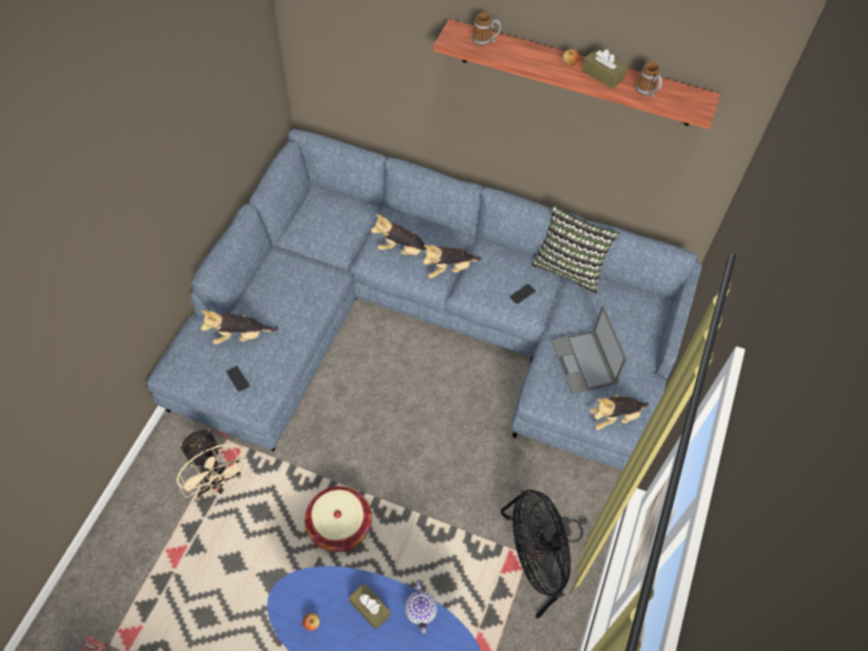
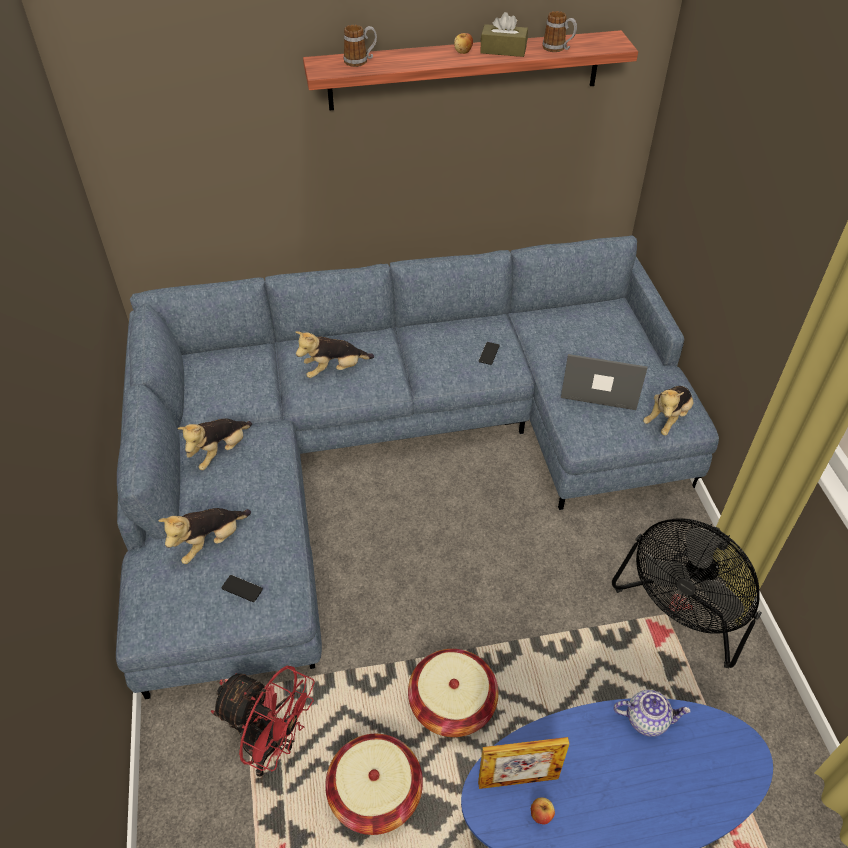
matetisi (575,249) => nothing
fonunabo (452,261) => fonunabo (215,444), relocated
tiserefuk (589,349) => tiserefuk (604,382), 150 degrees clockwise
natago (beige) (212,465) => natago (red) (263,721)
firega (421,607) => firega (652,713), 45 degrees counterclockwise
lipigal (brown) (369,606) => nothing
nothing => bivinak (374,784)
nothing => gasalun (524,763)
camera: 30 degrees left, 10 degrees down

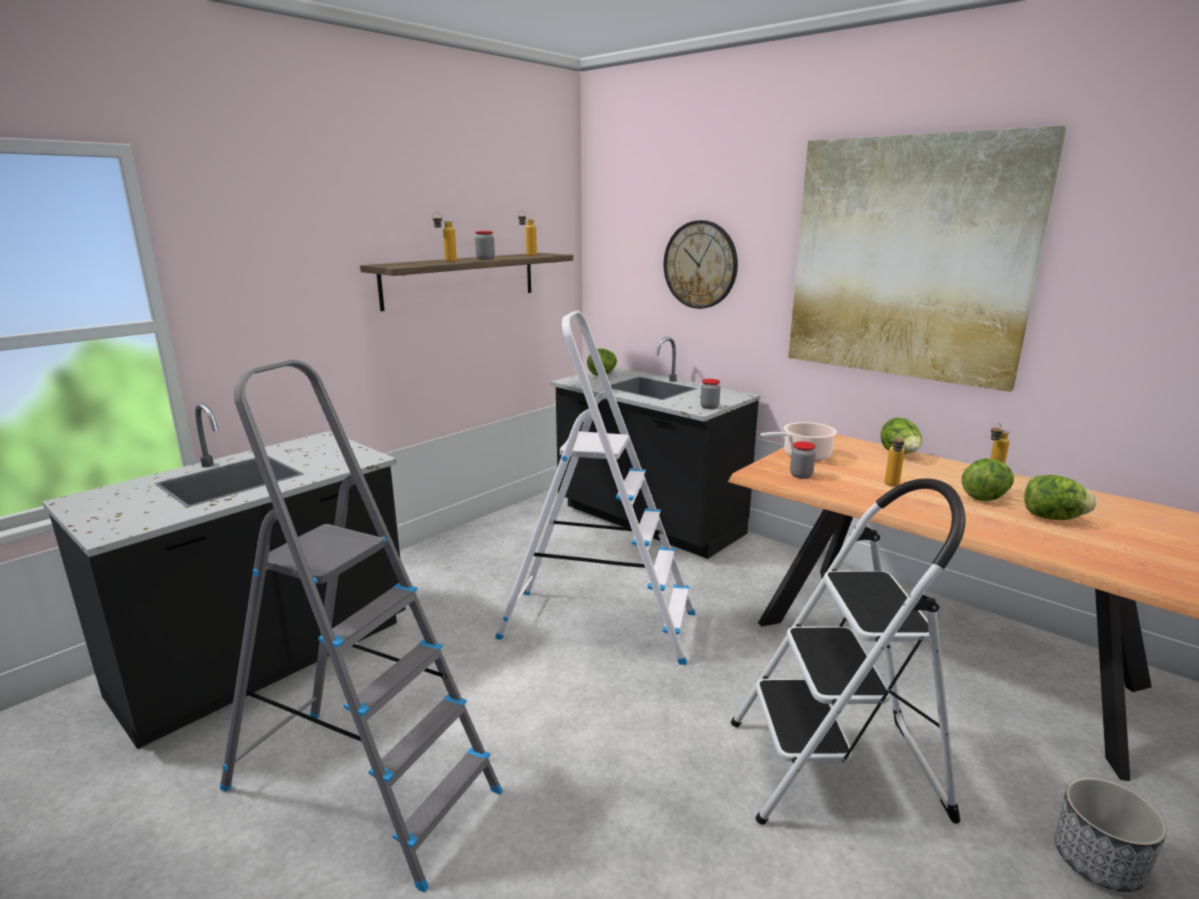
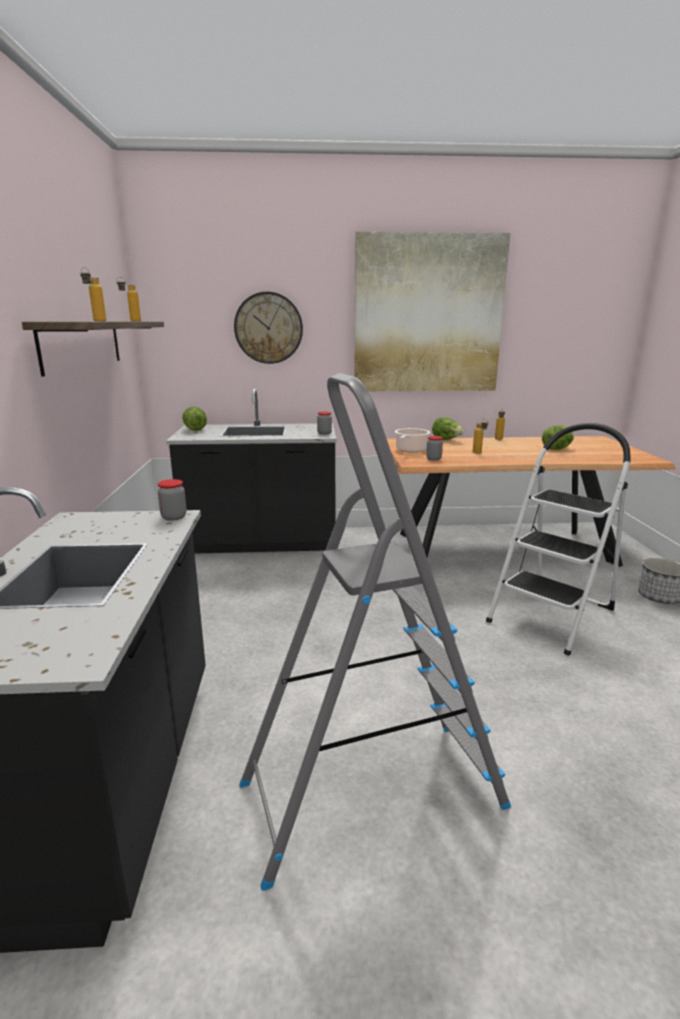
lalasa (485,245) => lalasa (172,500), relocated
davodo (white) (595,488) => nothing
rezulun (988,479) => nothing
camera: 45 degrees left, 0 degrees up

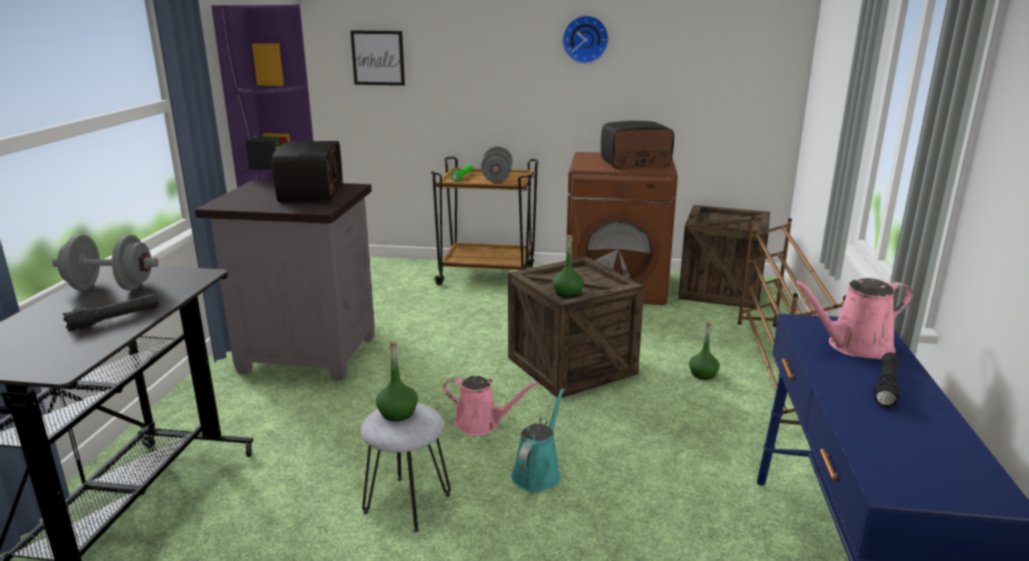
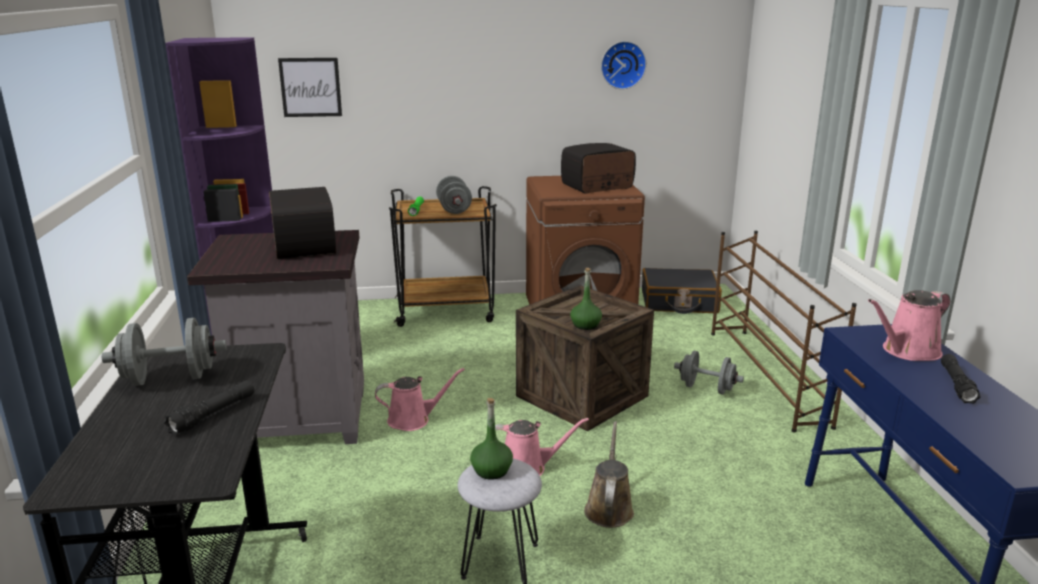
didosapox (585,39) => didosapox (624,65), relocated
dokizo (724,256) => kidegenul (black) (682,291)
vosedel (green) (704,351) => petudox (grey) (709,372)
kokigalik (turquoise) (537,440) => kokigalik (brown) (609,474)
nothing => kokigalik (pink) (420,399)
camera: 15 degrees left, 0 degrees up

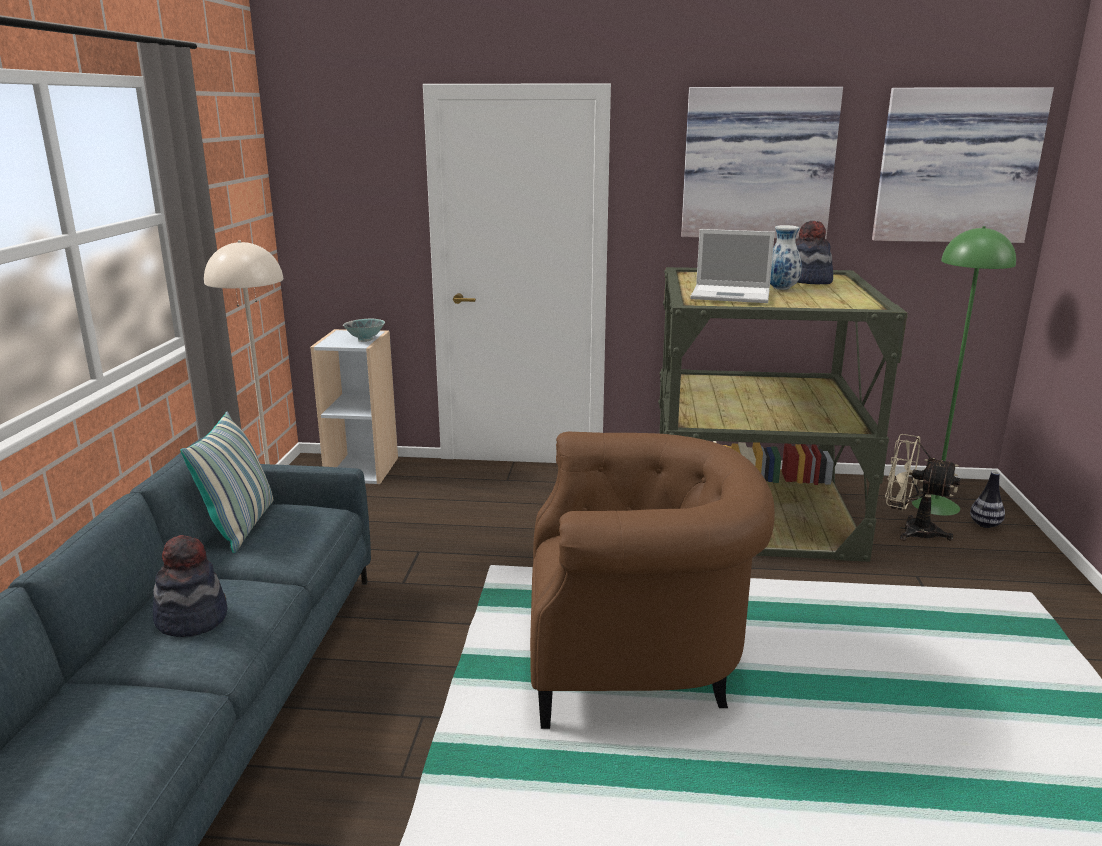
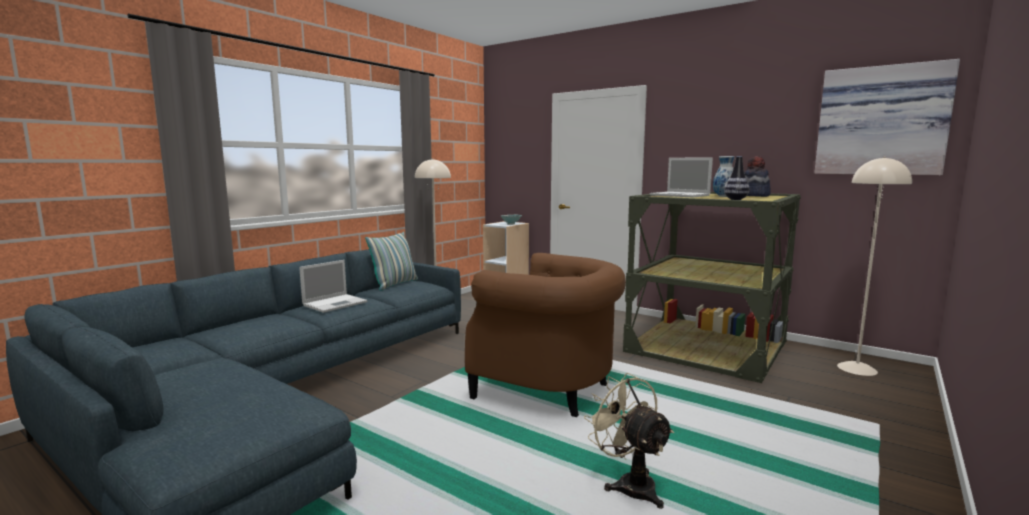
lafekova (762,163) => nothing
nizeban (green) (964,371) => nizeban (beige) (874,266)
natago (beige) (923,487) => natago (beige) (629,441), relocated
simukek (987,499) => simukek (736,178), relocated
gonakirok (190,586) => tiserefuk (333,286)
camera: 30 degrees right, 10 degrees down

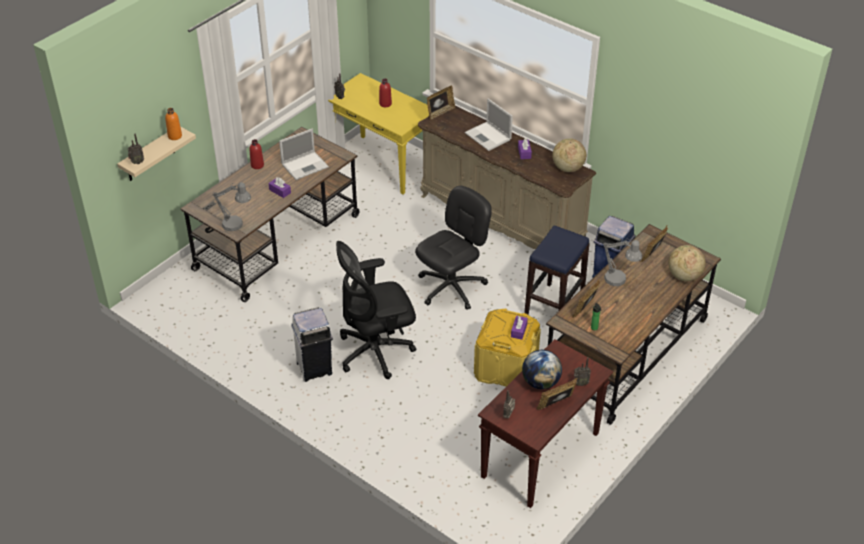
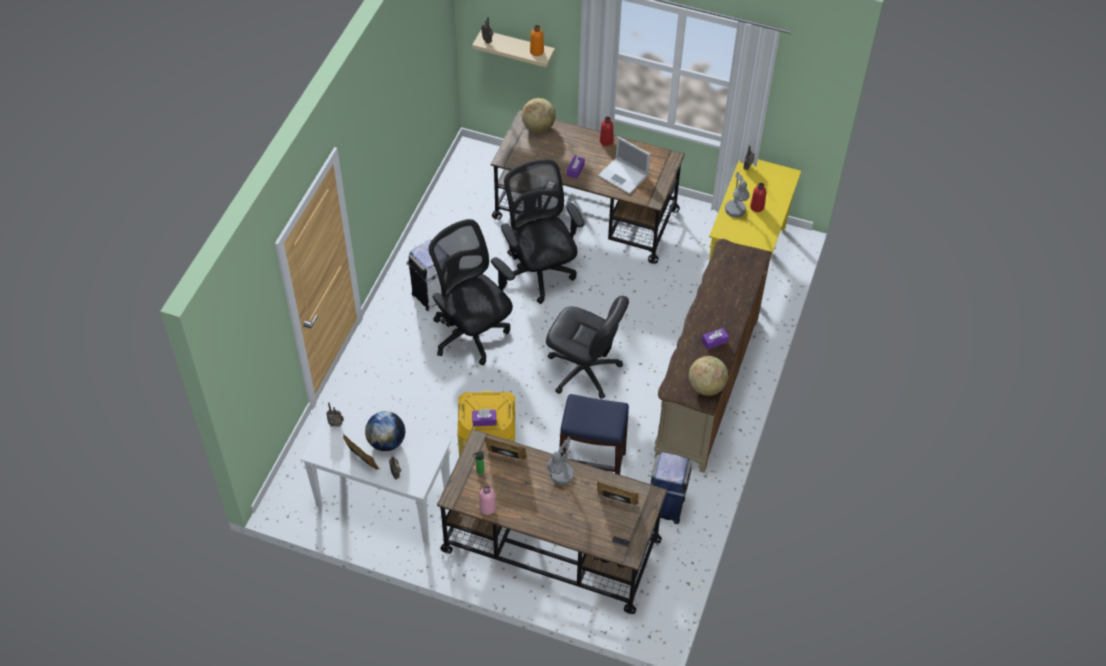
gasalun (441,102) => nothing
tiserefuk (489,125) => nothing
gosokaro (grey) (232,206) => gosokaro (grey) (737,195), relocated
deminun (687,263) => deminun (539,115), relocated
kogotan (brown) (545,423) => kogotan (white) (375,473)
nothing => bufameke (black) (542,231)
nothing => vosedel (pink) (487,500)
camera: 70 degrees right, 10 degrees up

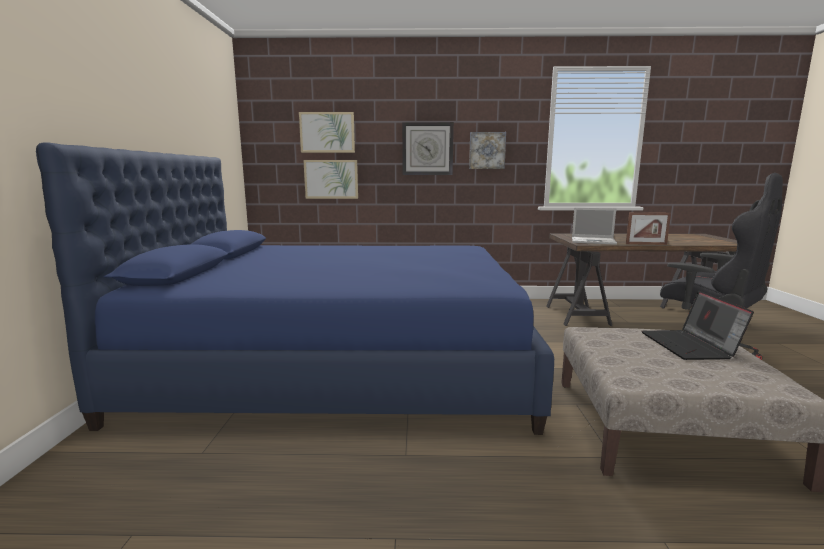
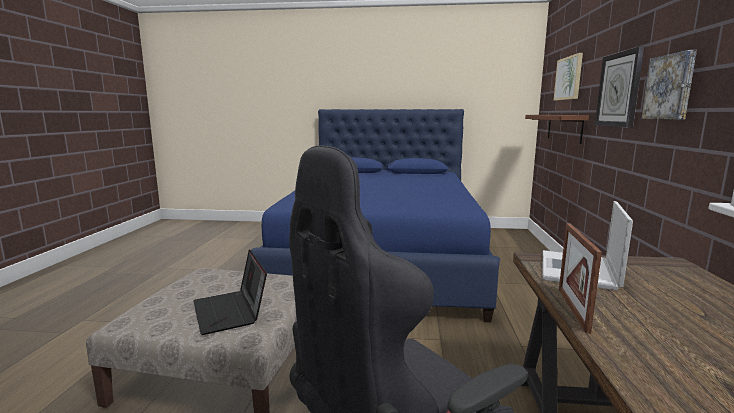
lafekova (330,179) => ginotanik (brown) (557,129)
tiserefuk (697,325) => tiserefuk (230,292), 120 degrees counterclockwise
camera: 95 degrees right, 0 degrees up

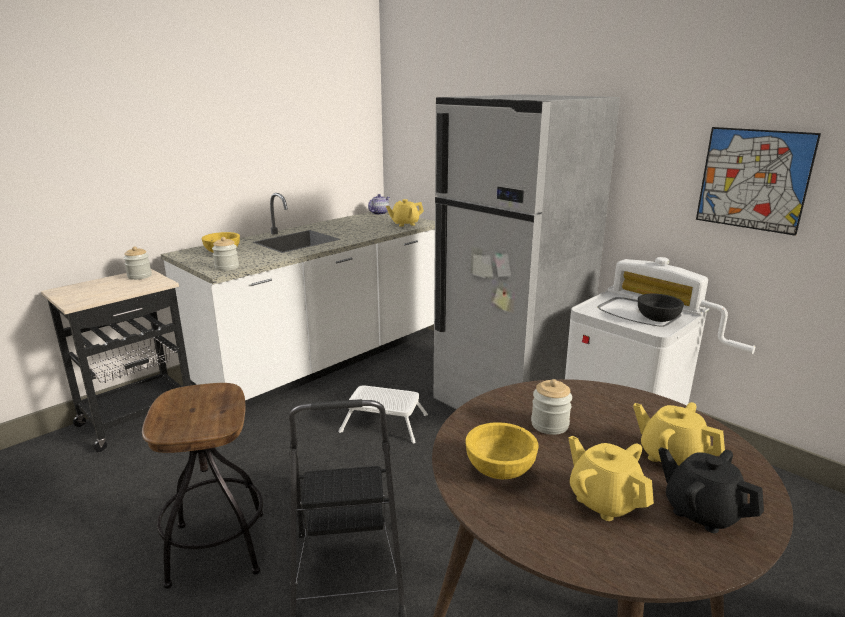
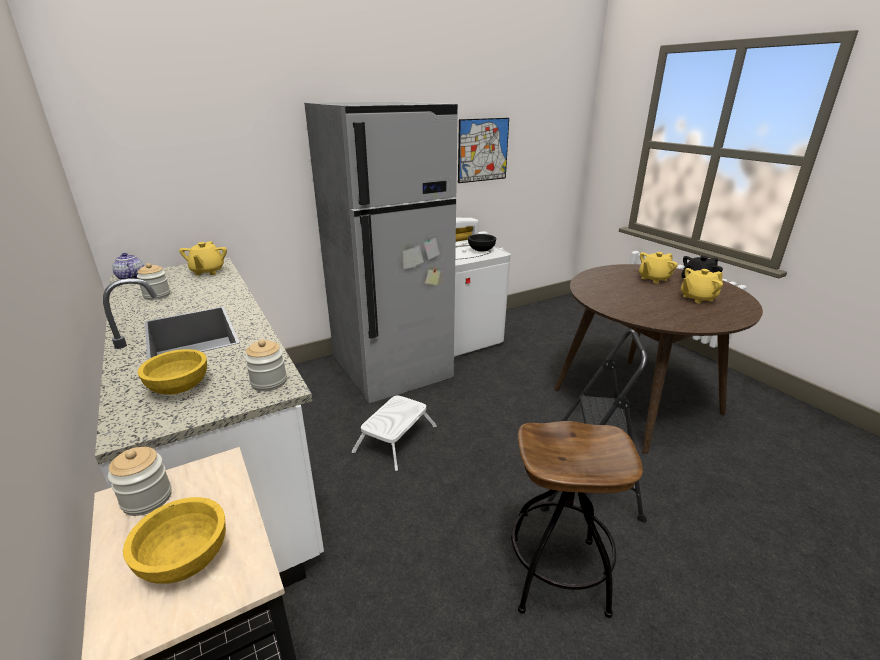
lalasa (551,407) => lalasa (153,281), relocated
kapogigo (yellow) (502,450) => kapogigo (yellow) (174,540), relocated
camera: 75 degrees left, 5 degrees up

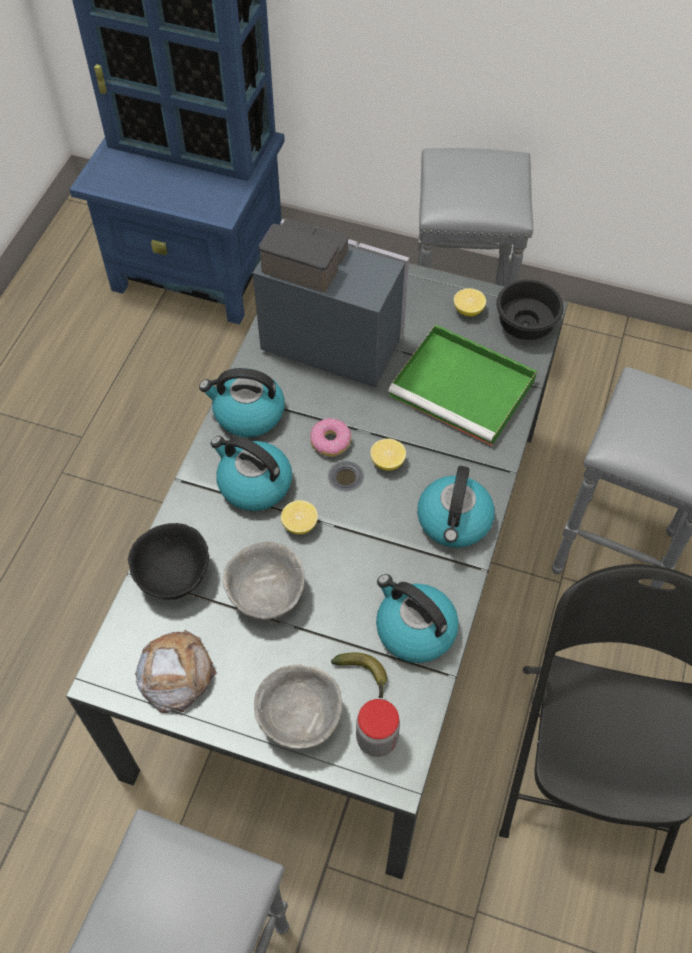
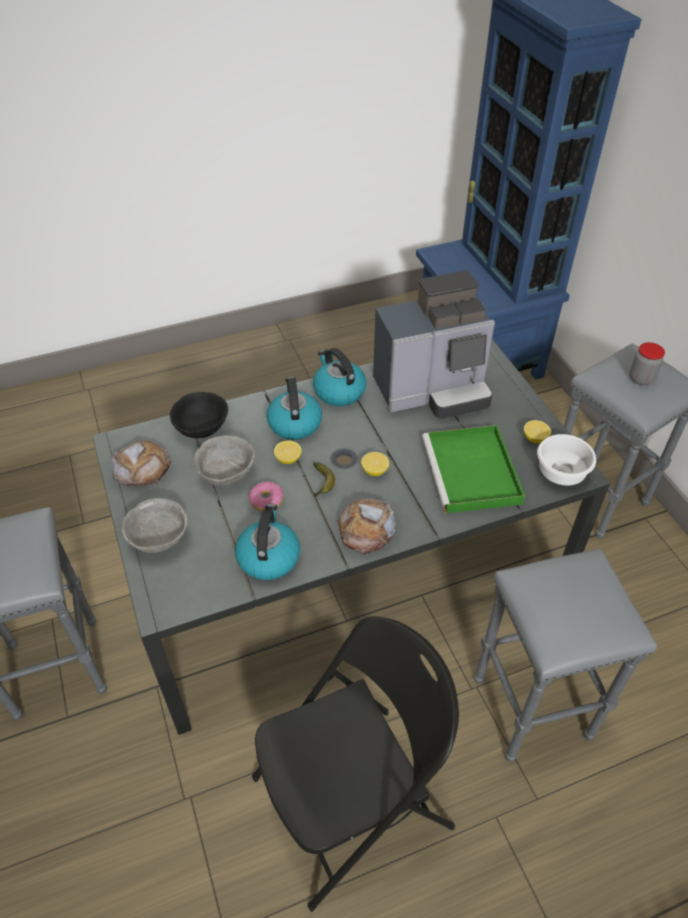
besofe (331,302) => besofe (434,344), 90 degrees clockwise
kapogigo (black) (530,309) => kapogigo (white) (566,459)
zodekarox (330,437) => zodekarox (266,496), relocated
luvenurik (456,507) => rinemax (366,526)
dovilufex (359,676) => dovilufex (324,479), relocated
lalasa (378,728) => lalasa (647,363), relocated
camera: 50 degrees right, 10 degrees down

